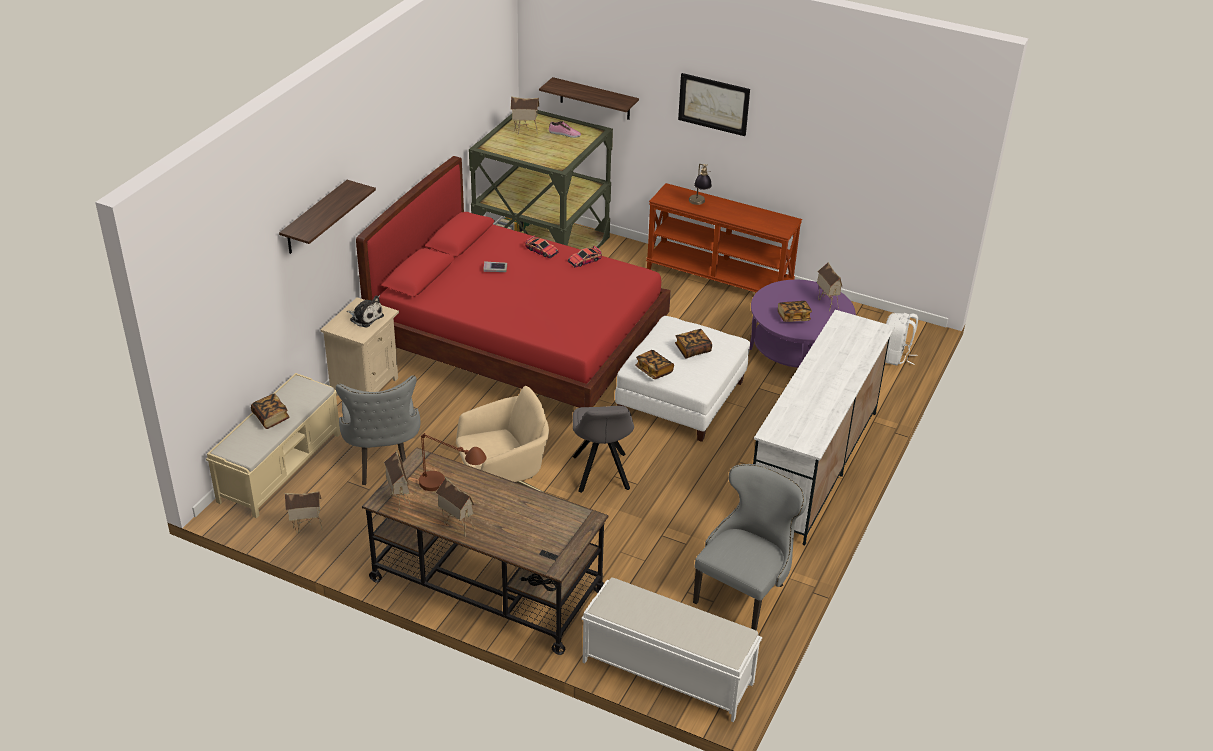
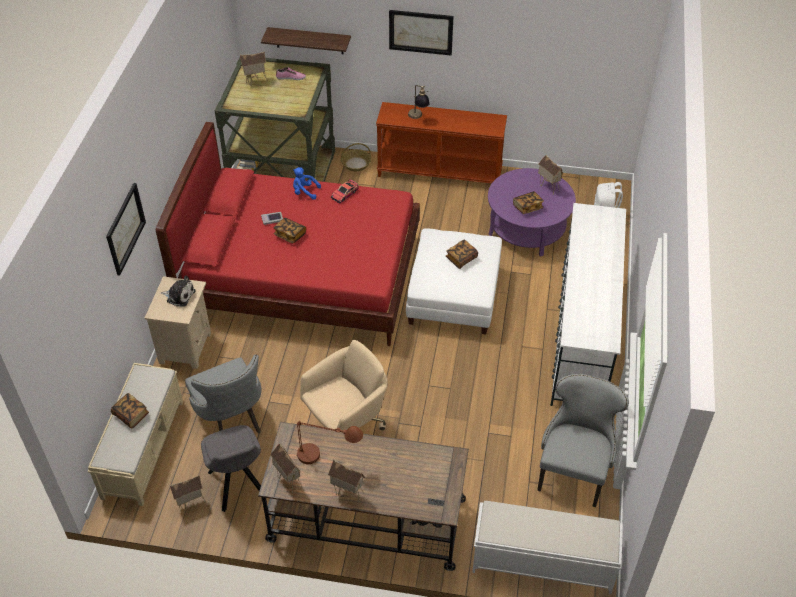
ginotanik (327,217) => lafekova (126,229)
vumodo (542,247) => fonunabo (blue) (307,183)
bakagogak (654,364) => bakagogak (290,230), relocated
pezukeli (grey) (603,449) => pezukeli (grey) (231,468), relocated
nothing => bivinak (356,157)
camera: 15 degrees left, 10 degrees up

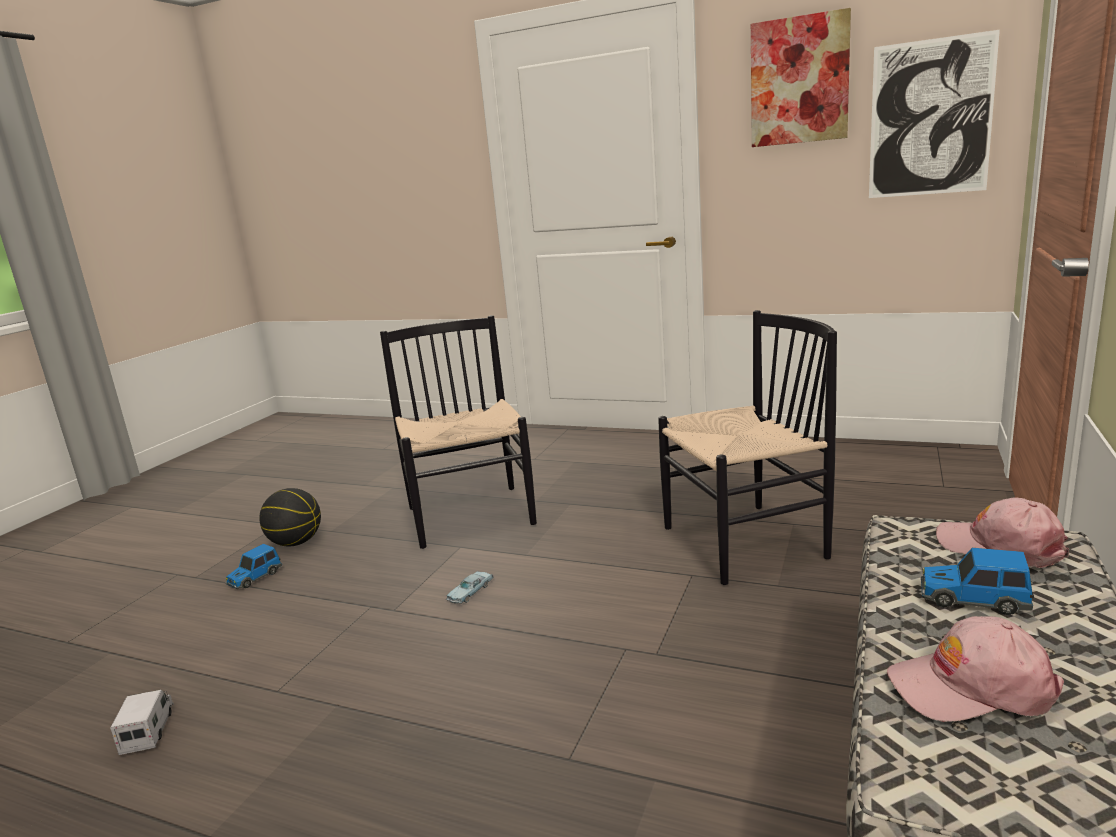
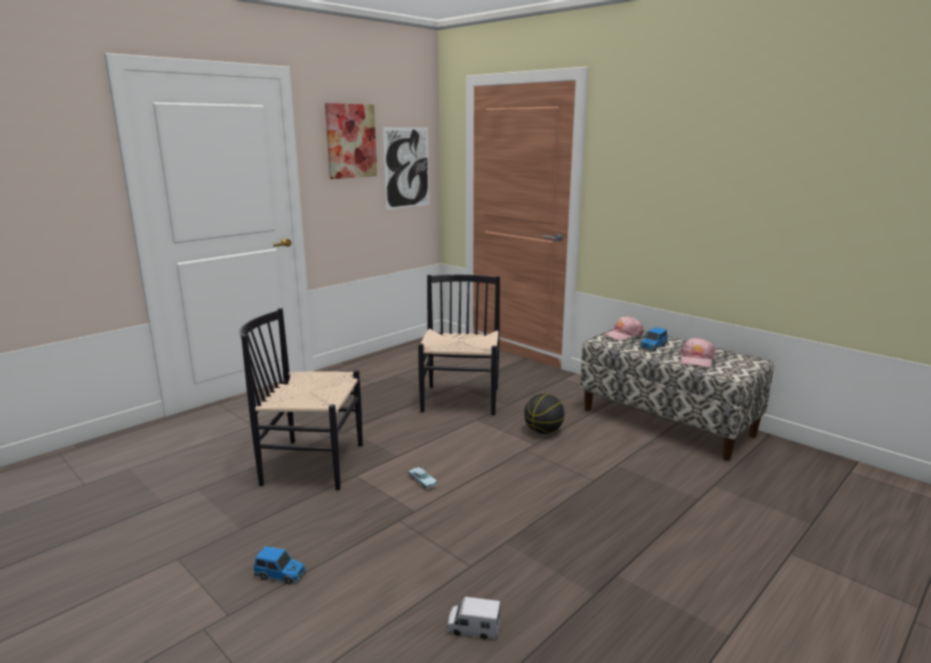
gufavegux (290,517) => gufavegux (544,414), relocated
vumodo (254,566) => vumodo (280,565), 45 degrees counterclockwise
camera: 70 degrees left, 0 degrees up

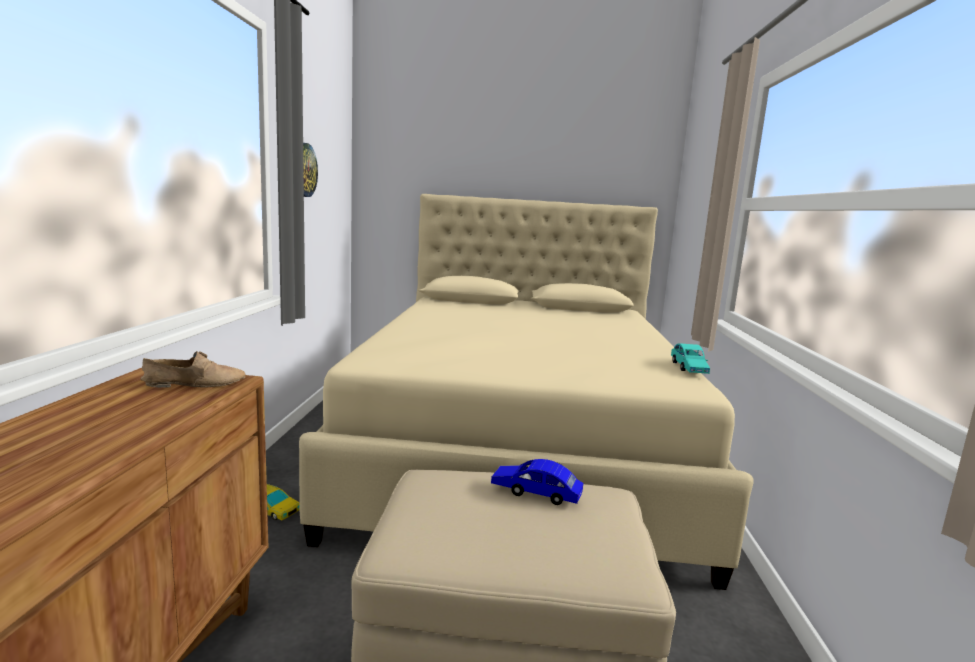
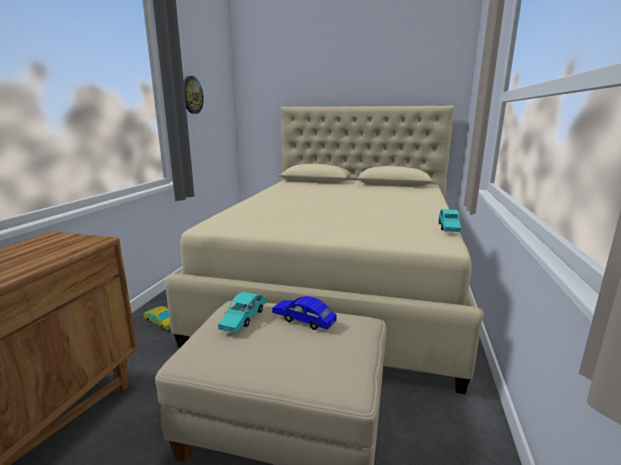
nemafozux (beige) (192,369) => nothing
nothing => vumodo (turquoise) (242,312)
camera: 10 degrees right, 5 degrees up

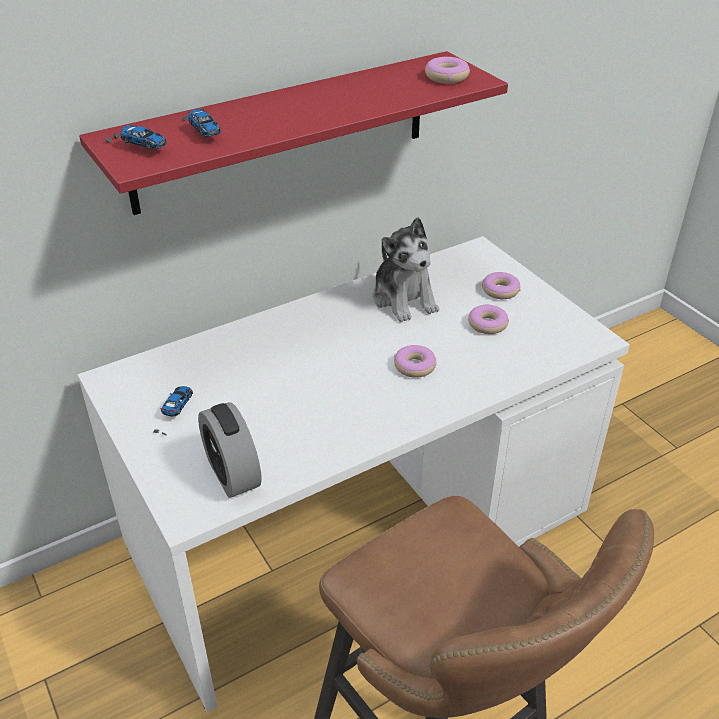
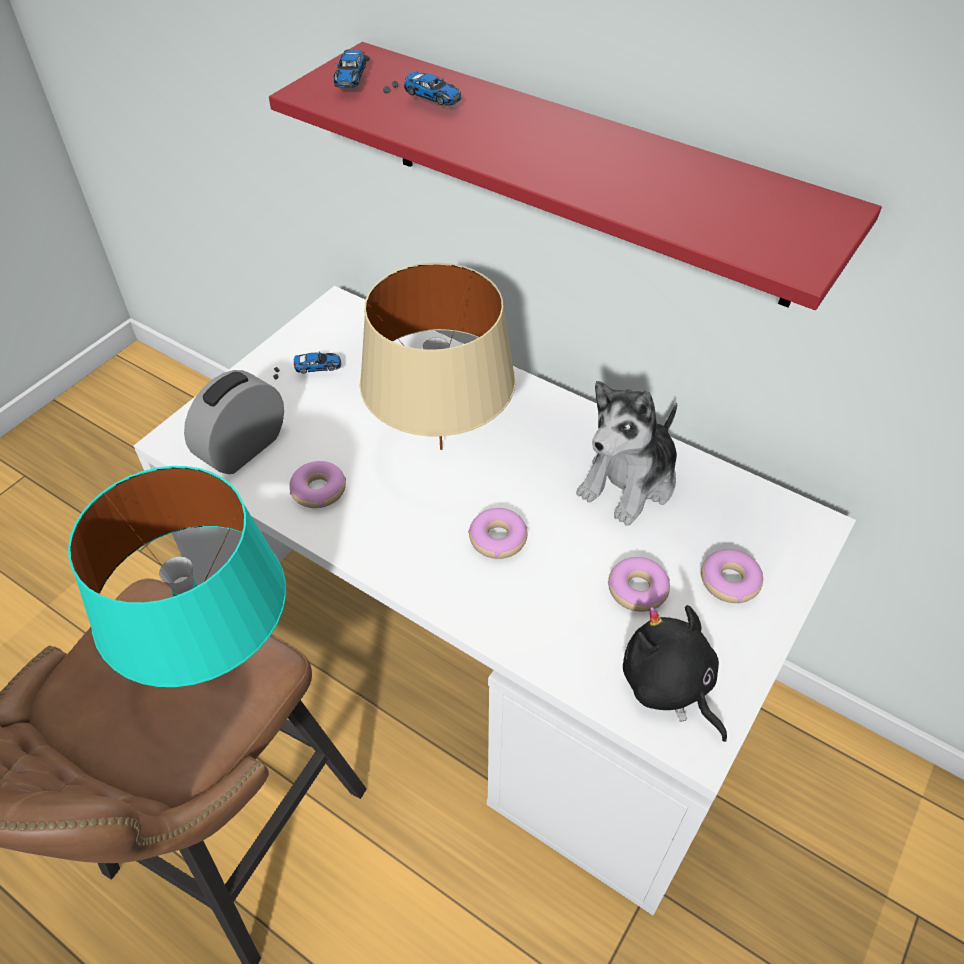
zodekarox (447,70) => zodekarox (317,484), relocated
vumodo (201,123) => vumodo (422,88), 90 degrees counterclockwise
nothing => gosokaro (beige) (438,356)
nothing => gosokaro (turquoise) (177,576)
nothing => fonunabo (black) (675,673)
camera: 65 degrees right, 10 degrees up

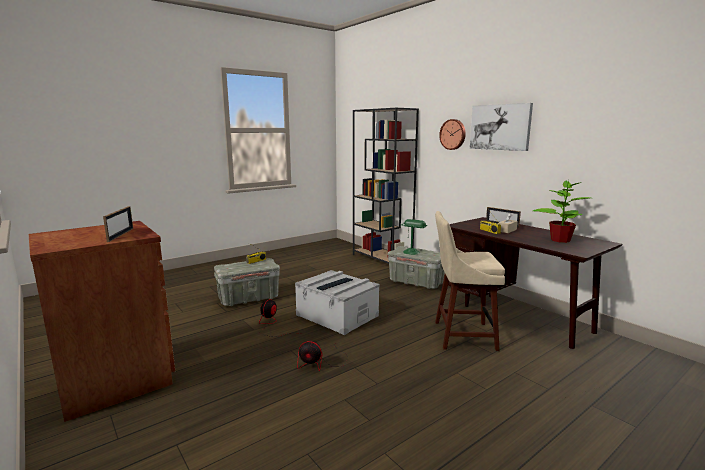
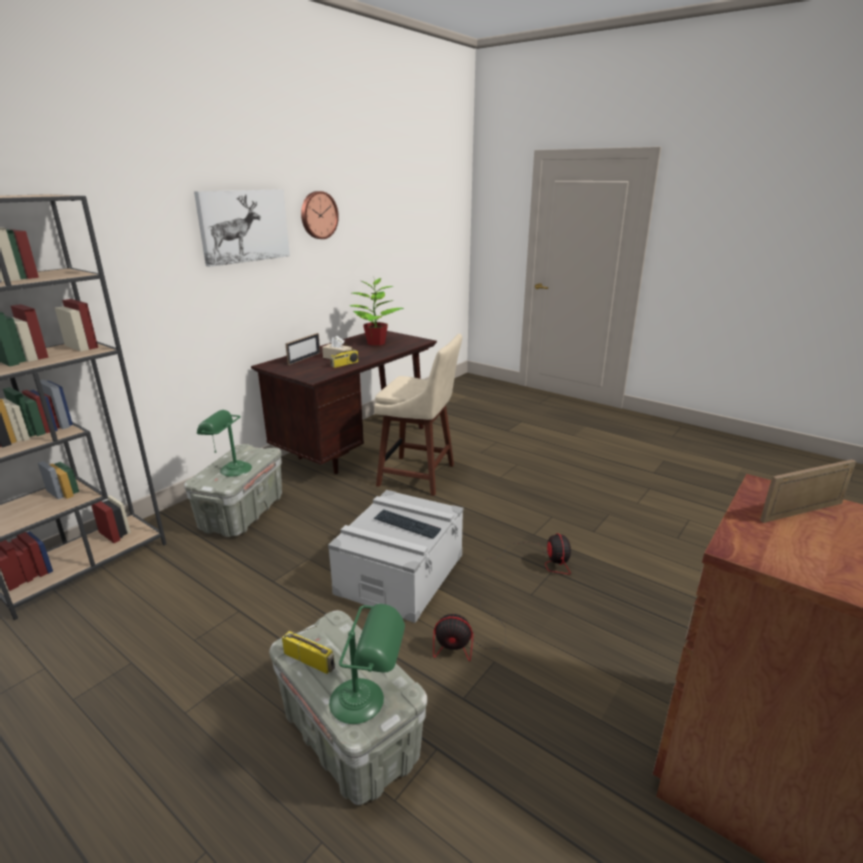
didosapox (452,134) => didosapox (320,215), relocated
pezukeli (beige) (470,281) => pezukeli (beige) (418,415), 60 degrees counterclockwise
nothing => gosokaro (green) (367,664)
camera: 105 degrees left, 10 degrees up

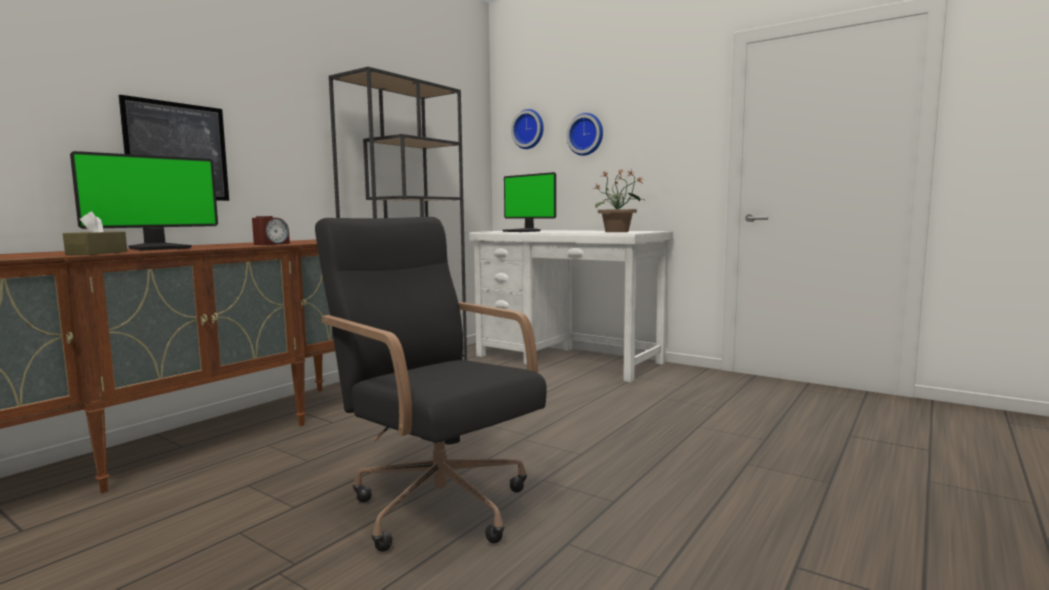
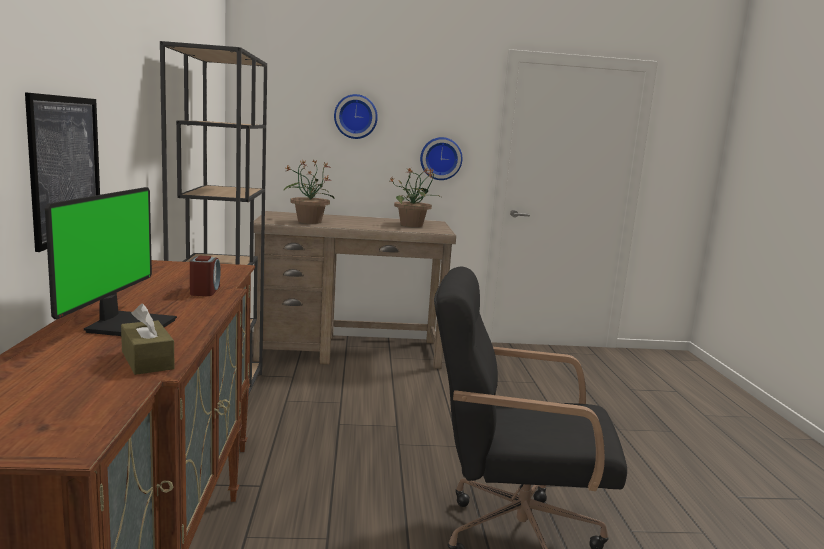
didosapox (527,129) => didosapox (441,158), relocated
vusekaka (529,202) => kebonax (309,192)
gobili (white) (571,306) => gobili (brown) (354,290)
camera: 40 degrees left, 5 degrees up

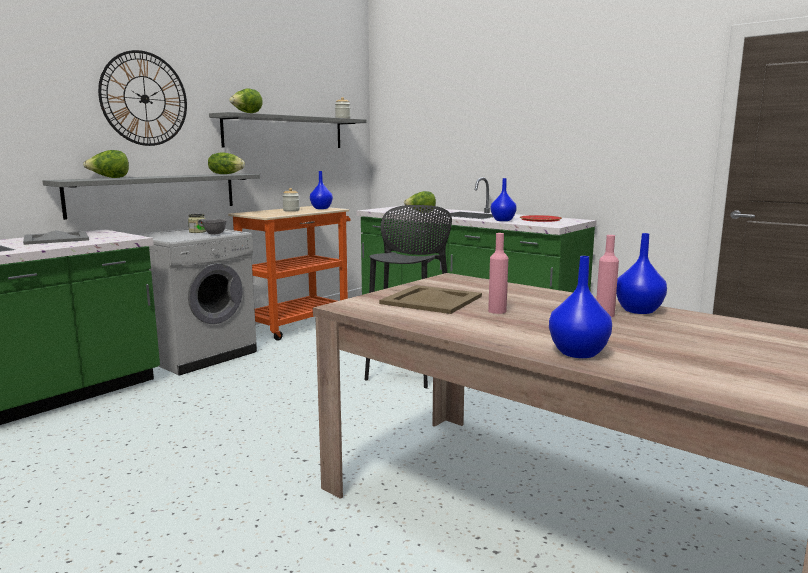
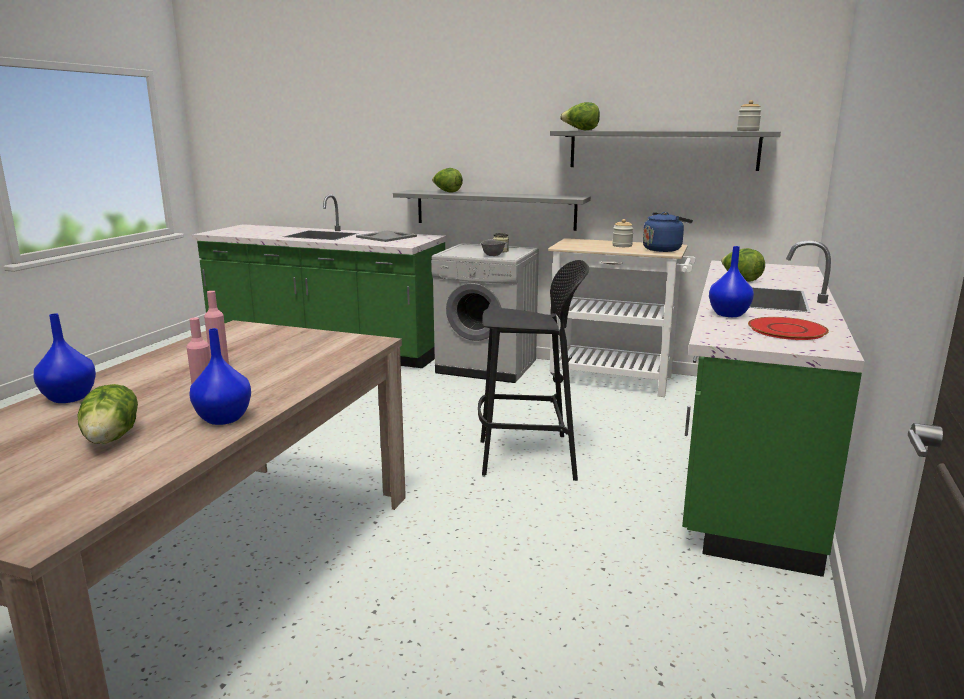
didosapox (142,98) => nothing
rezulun (226,163) => rezulun (107,414), relocated
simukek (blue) (321,190) => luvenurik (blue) (668,232)
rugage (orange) (289,273) => rugage (white) (621,317)
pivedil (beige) (430,299) => nothing
camera: 70 degrees right, 5 degrees up

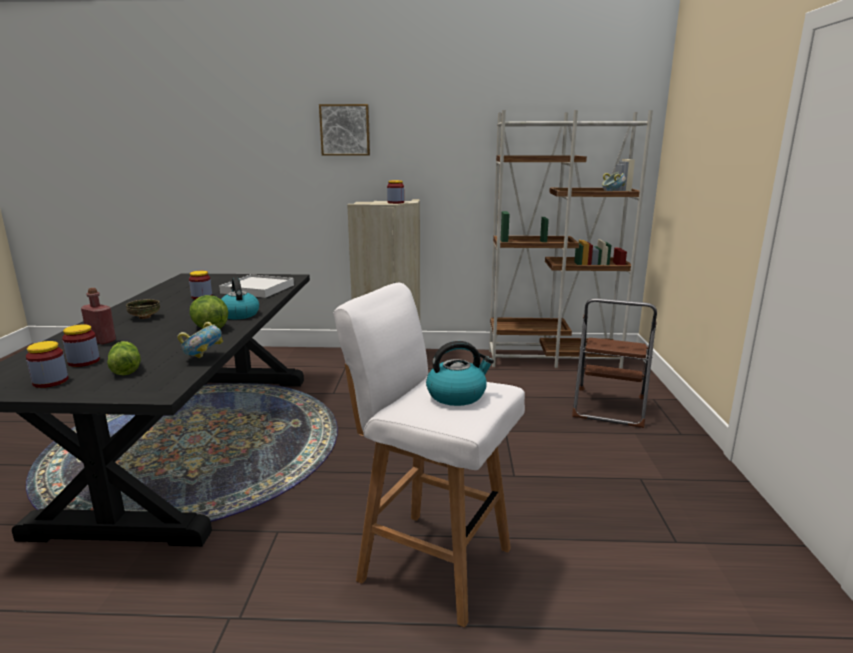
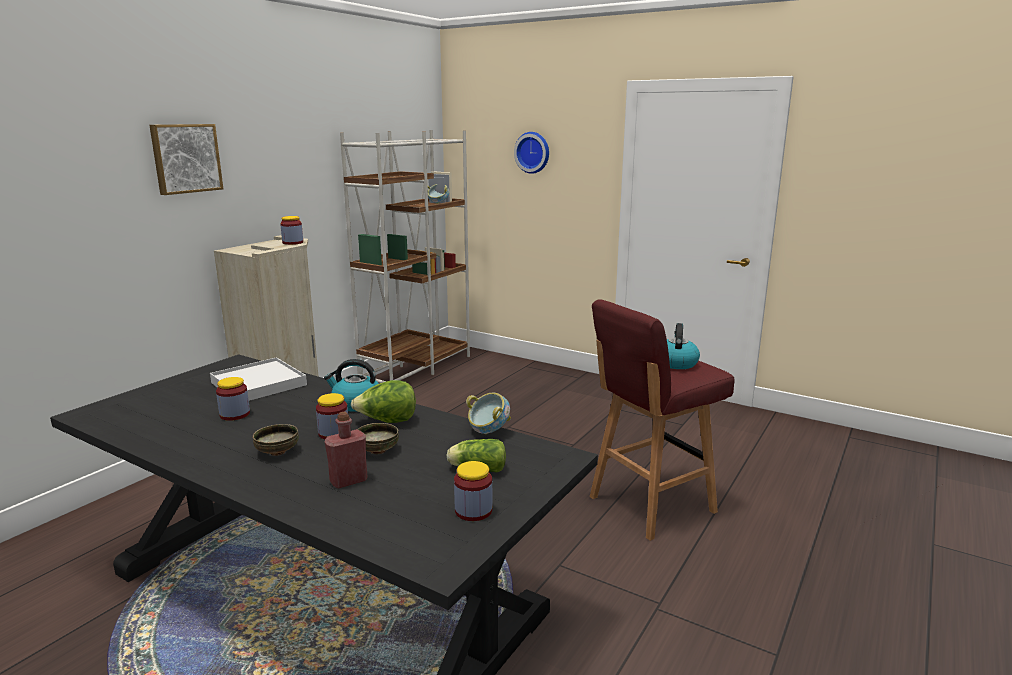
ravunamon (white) (429,455) => ravunamon (red) (662,420)
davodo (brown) (614,363) => nothing
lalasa (81,345) => lalasa (332,416), relocated
nothing => didosapox (531,153)
nothing => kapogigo (378,438)
camera: 60 degrees left, 0 degrees up

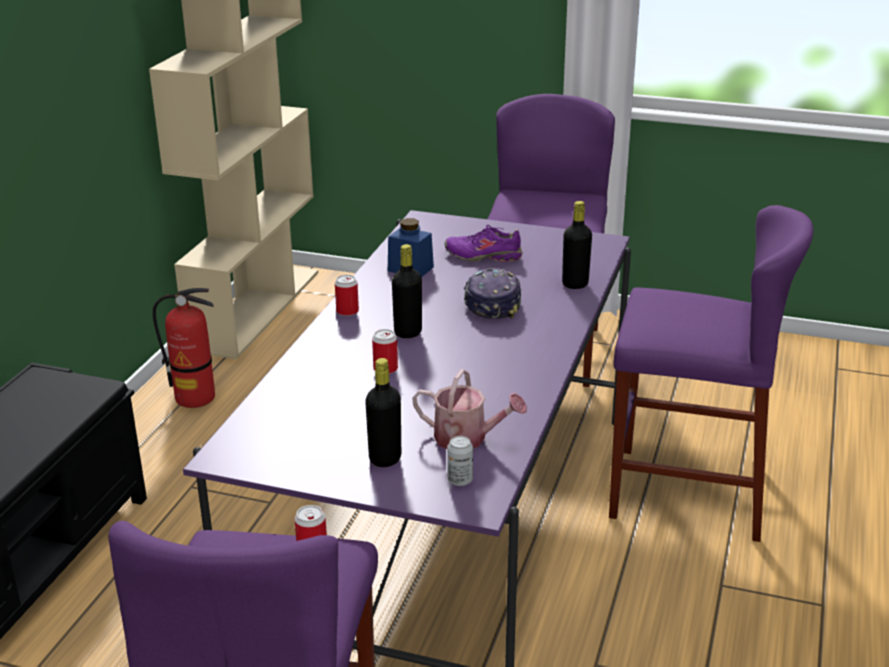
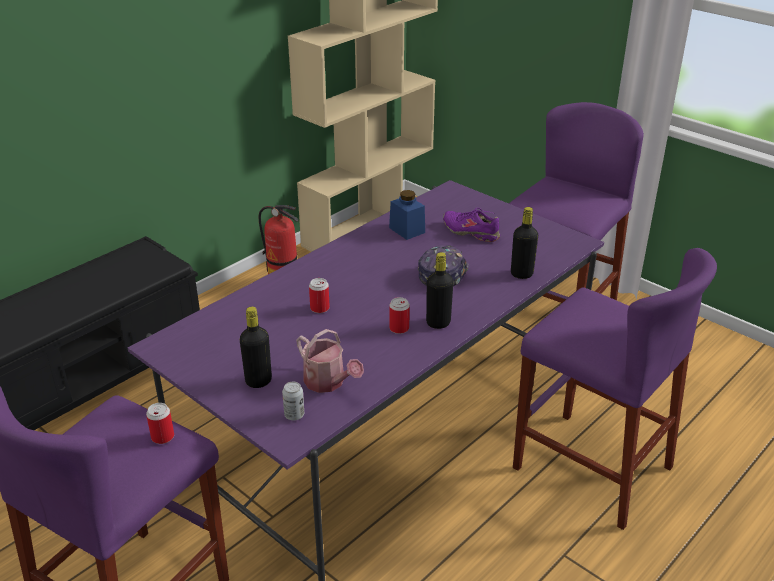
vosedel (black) (407,291) => vosedel (black) (439,290), relocated
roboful (347,295) => roboful (399,315), relocated
camera: 25 degrees right, 5 degrees up

